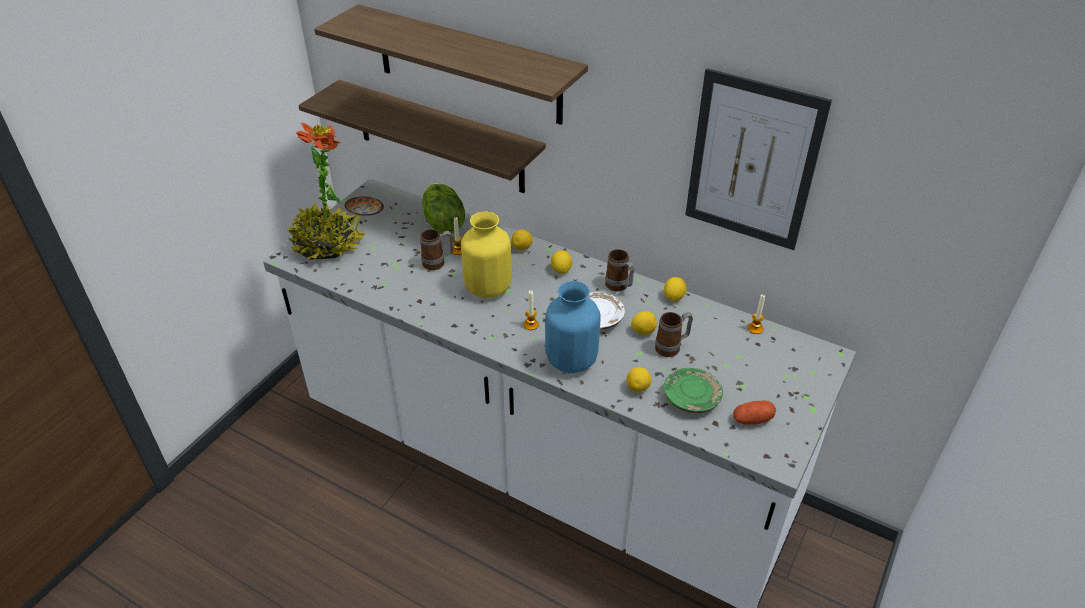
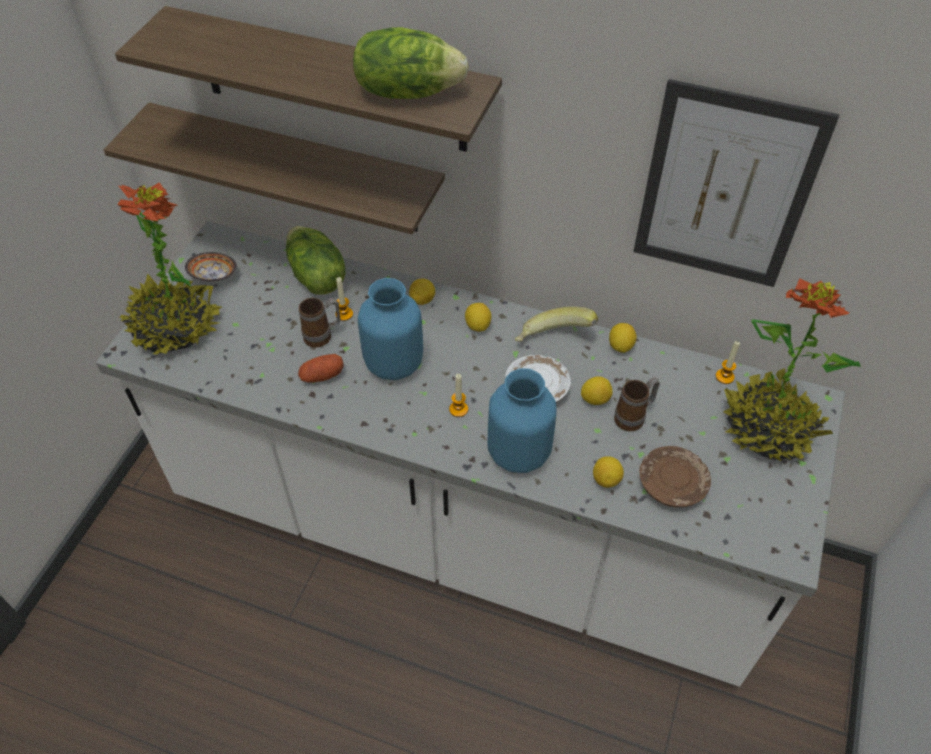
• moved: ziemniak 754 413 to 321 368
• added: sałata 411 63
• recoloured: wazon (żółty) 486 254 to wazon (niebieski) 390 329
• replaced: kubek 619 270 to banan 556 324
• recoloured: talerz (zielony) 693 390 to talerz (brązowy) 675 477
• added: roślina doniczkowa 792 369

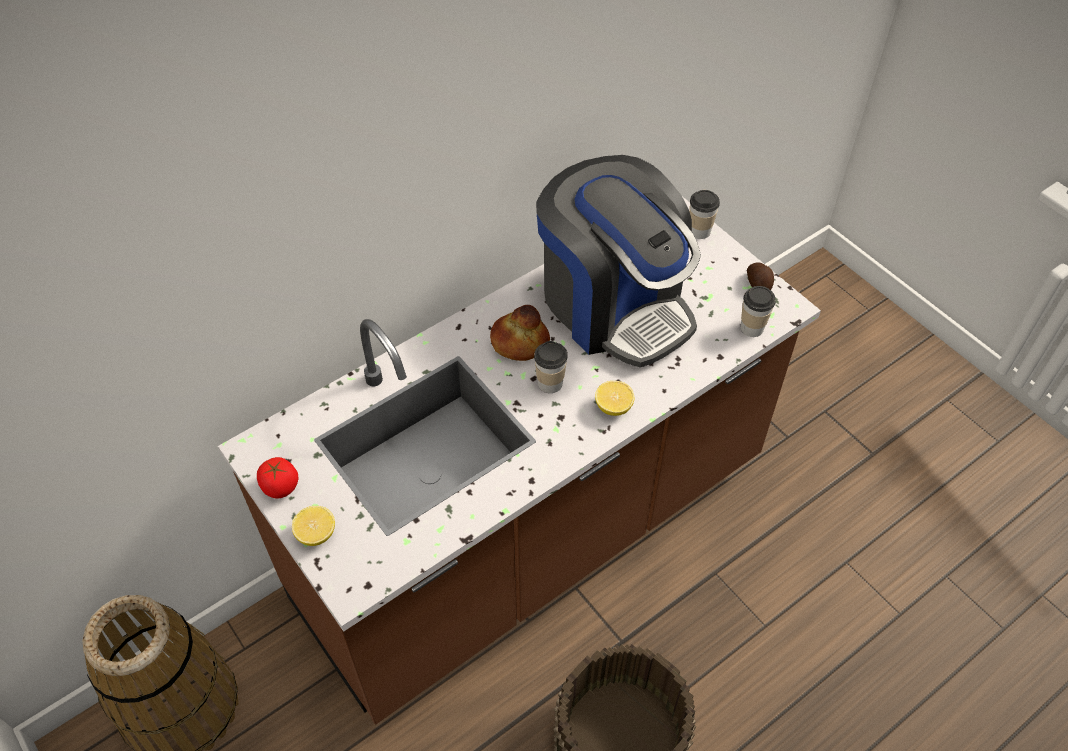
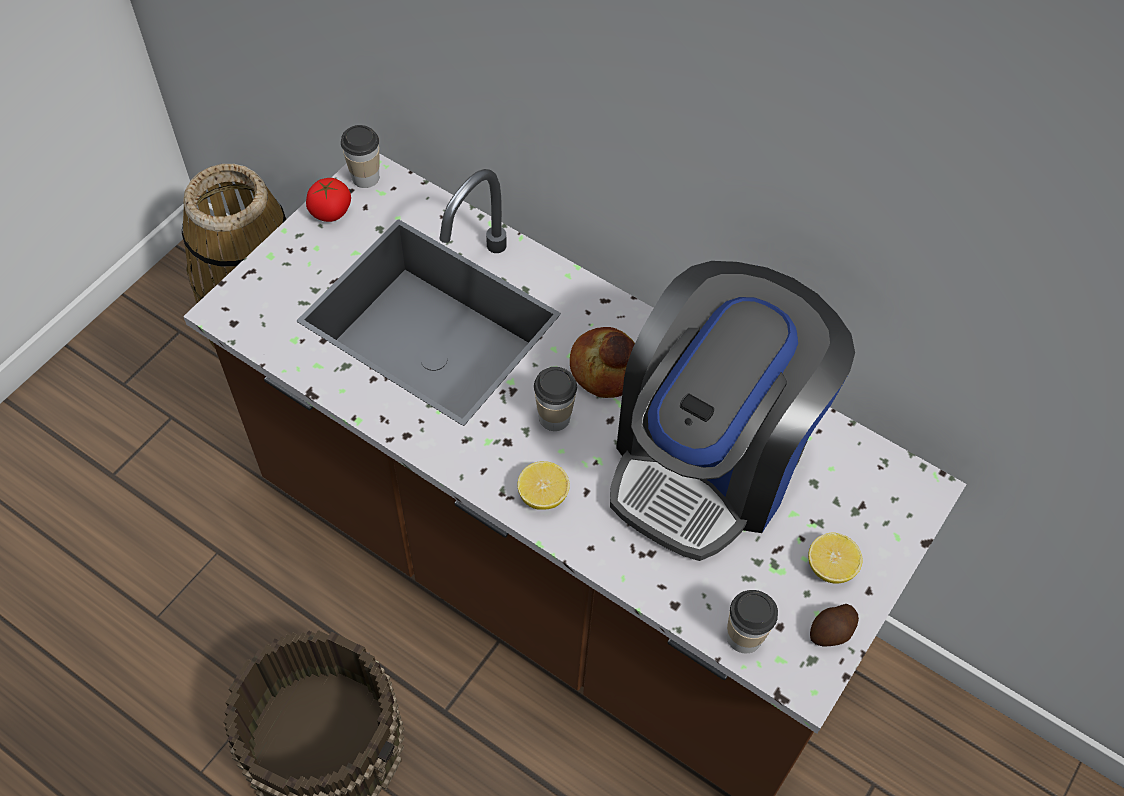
• moved: filiżanka 704 214 to 360 156
• moved: cytryna 313 526 to 835 558

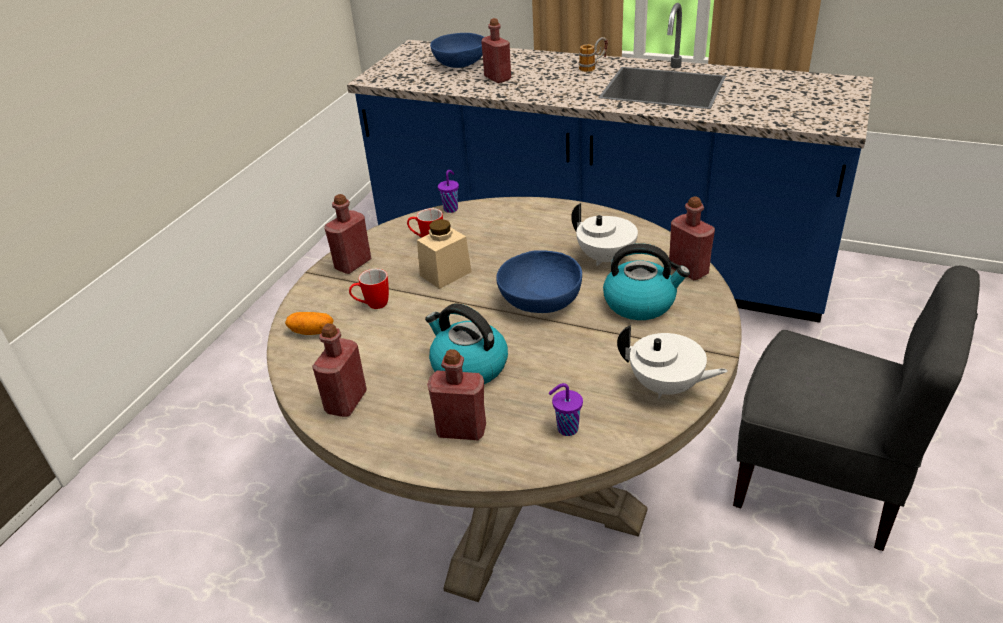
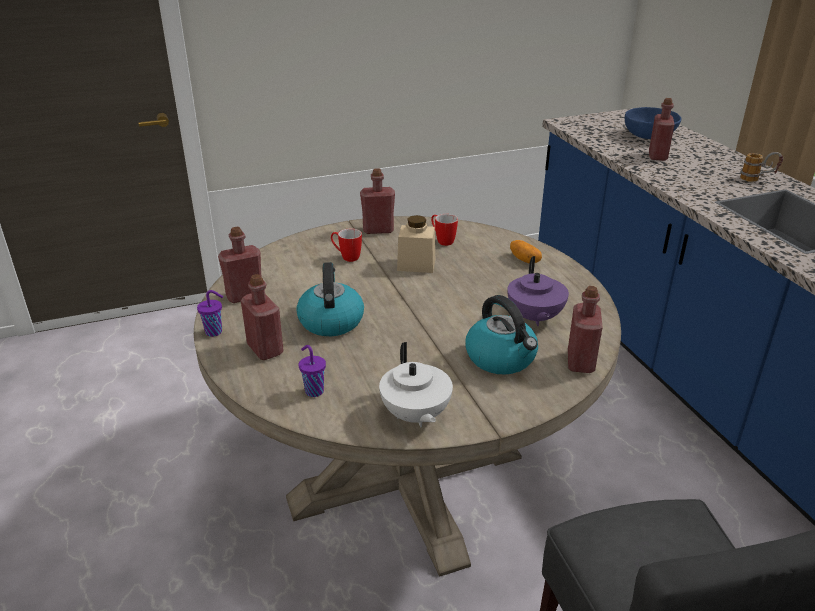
• moved: filiżanka (fioletowy) 448 191 to 210 313
• recoloured: imbryk (biały) 604 234 to imbryk (fioletowy) 538 291
• moved: ziemniak 309 323 to 526 252
• removed: miska (niebieski) 539 281

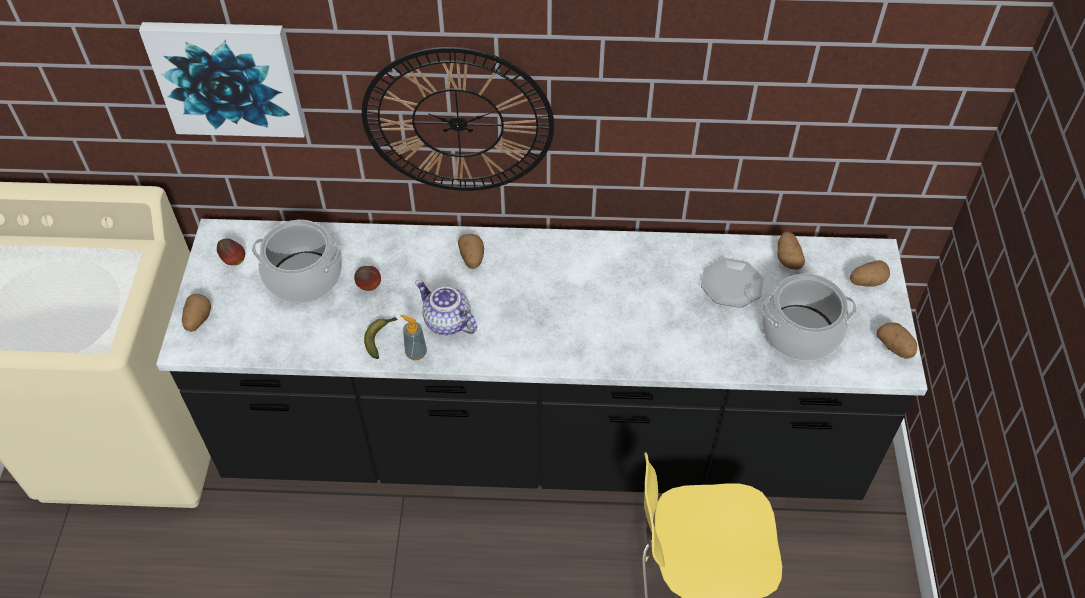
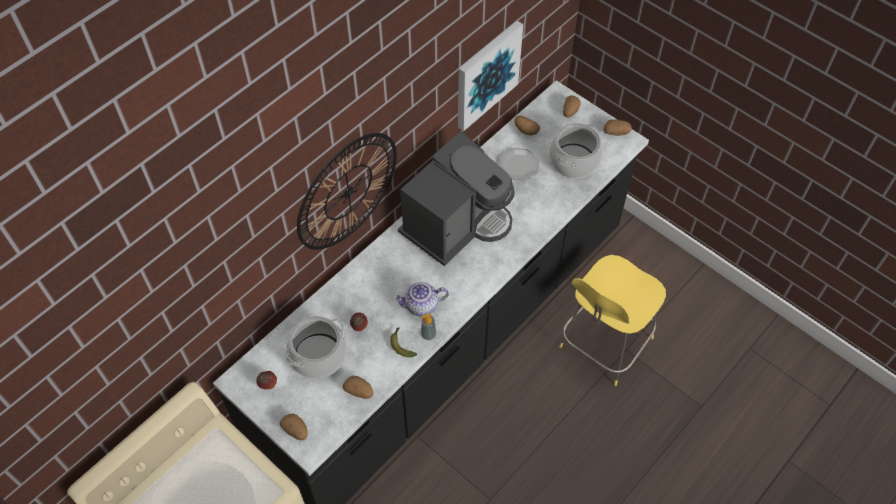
• moved: ziemniak 471 251 to 358 387
• added: ekspres do kawy 456 198
• moved: obraz 222 80 to 490 76

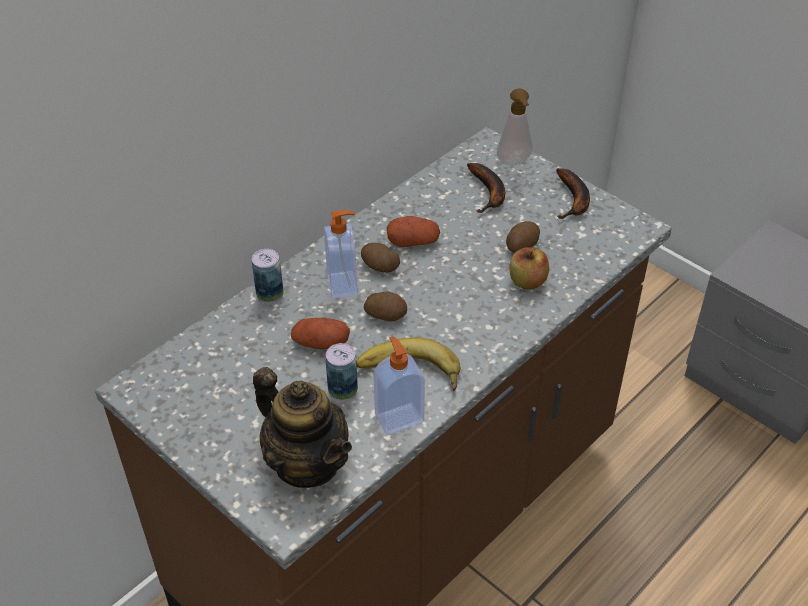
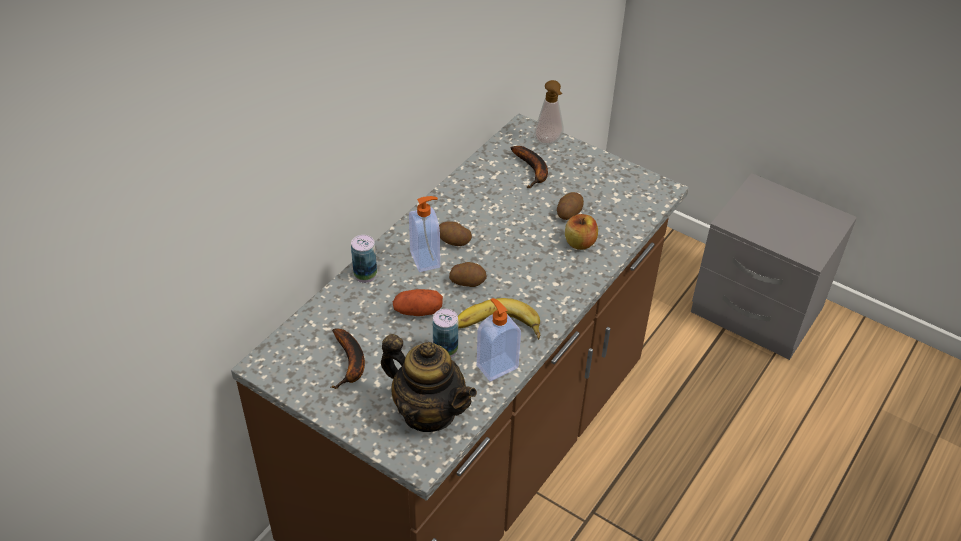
• moved: banan 573 193 to 348 359
• removed: ziemniak 413 231

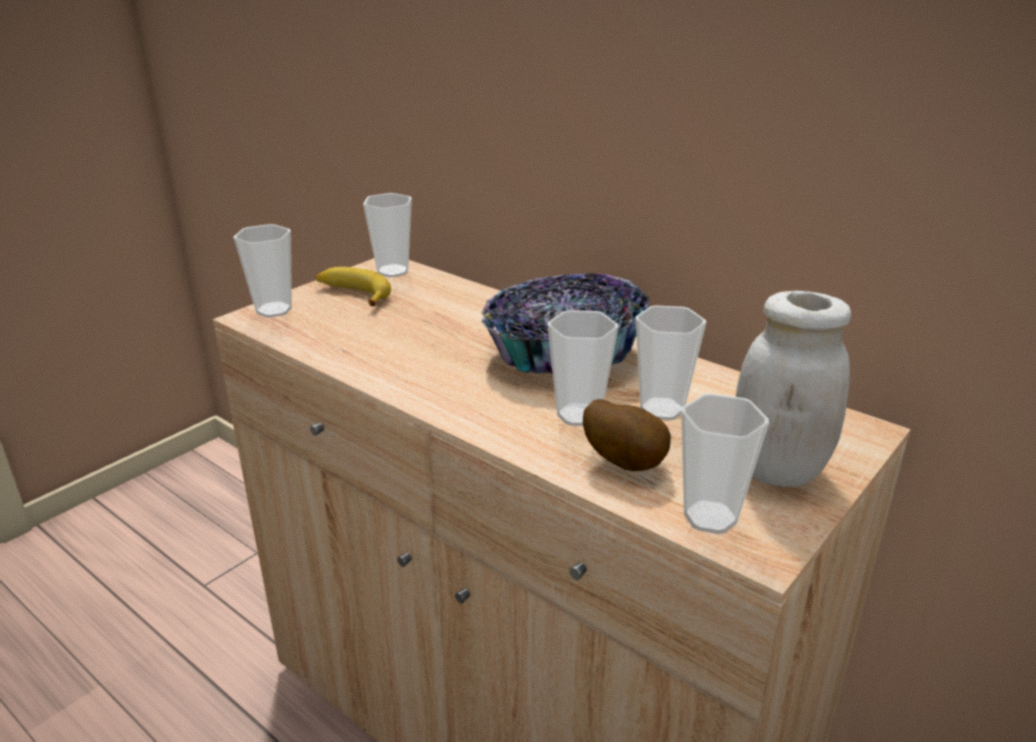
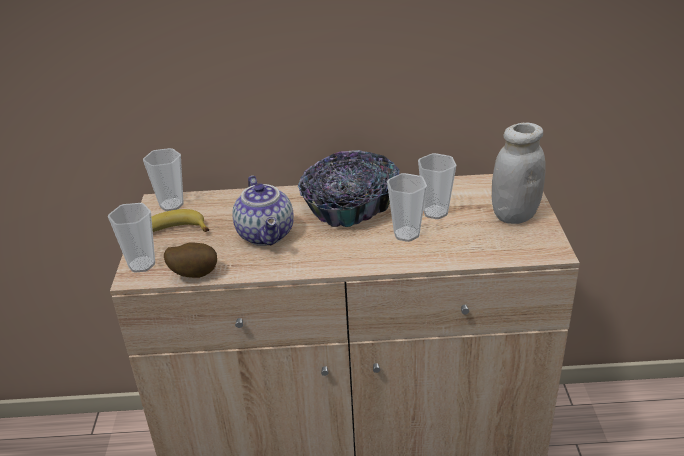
• moved: ziemniak 627 435 to 190 260
• added: imbryk 263 210
• removed: filiżanka 725 463

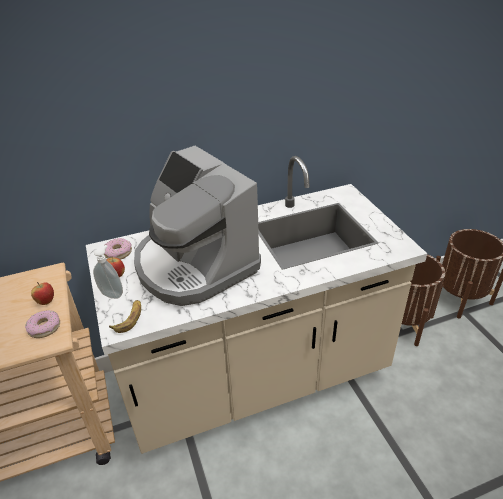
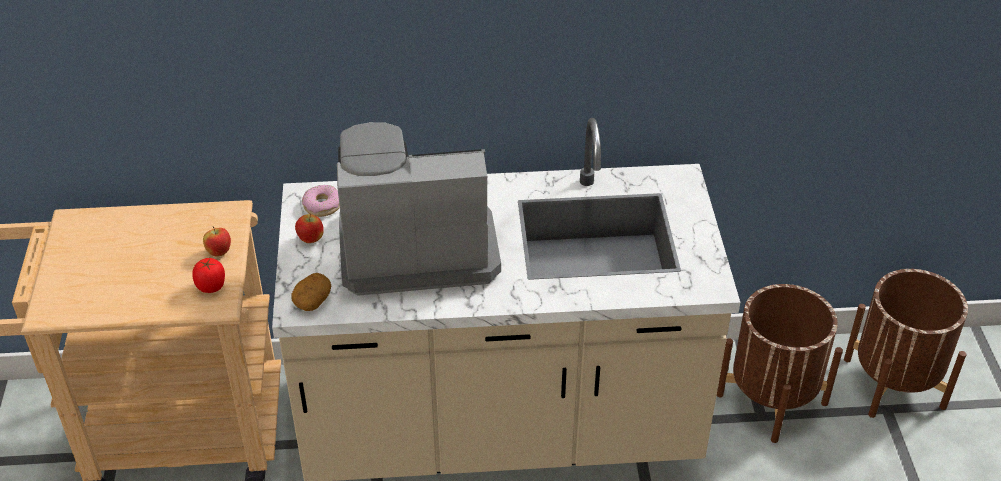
• replaced: donut 42 324 to pomidor 208 275
• replaced: banan 125 316 to ziemniak 311 292
• turned: ekspres do kawy 197 226 = 419 209 105 degrees clockwise
• removed: dozownik mydła 108 272

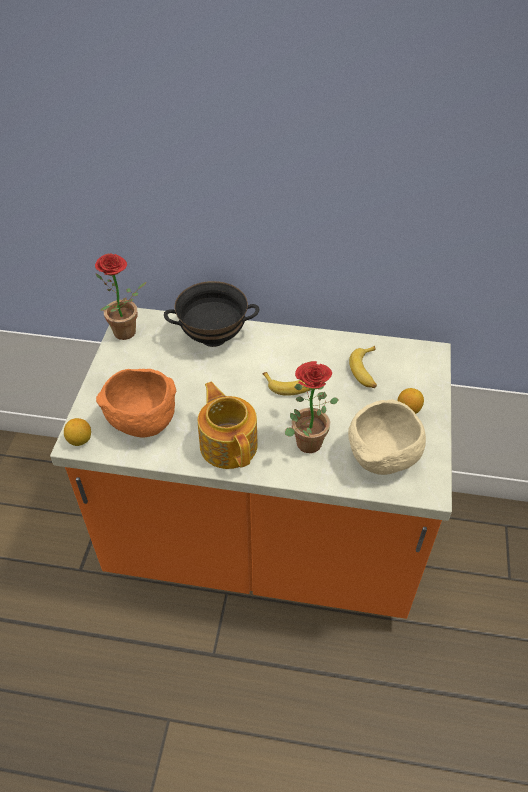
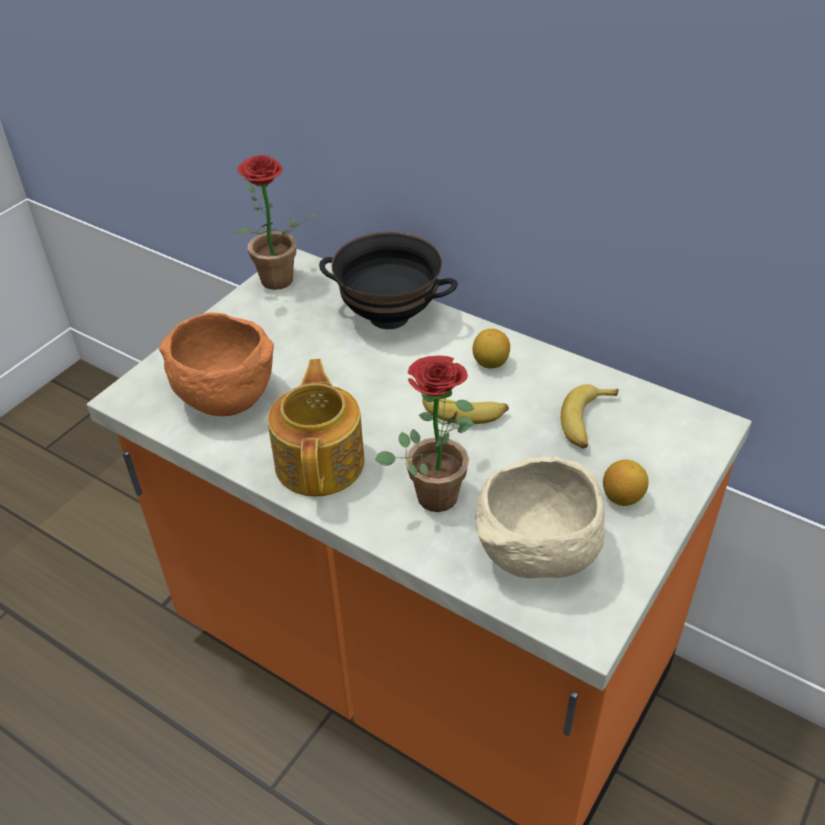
• moved: cytryna 77 432 to 491 349

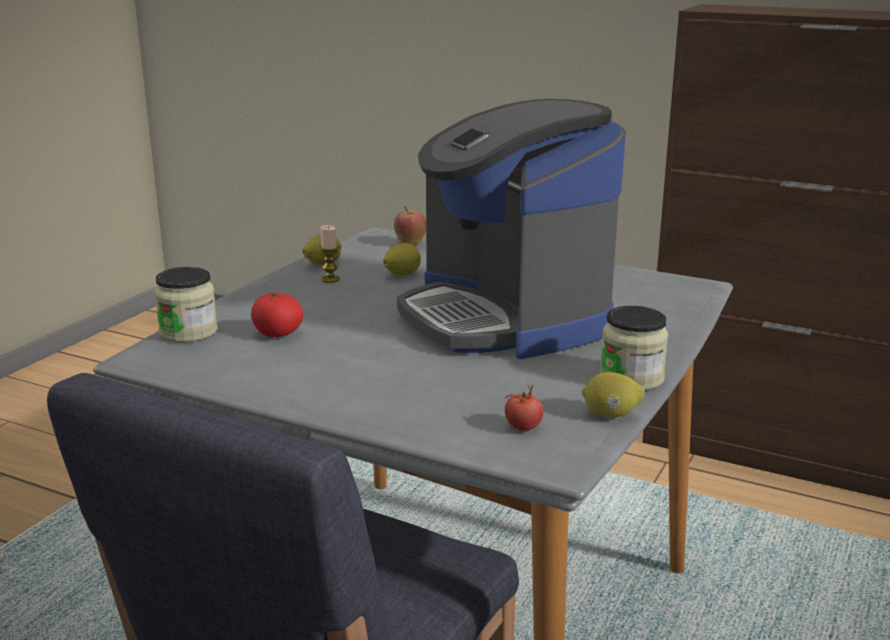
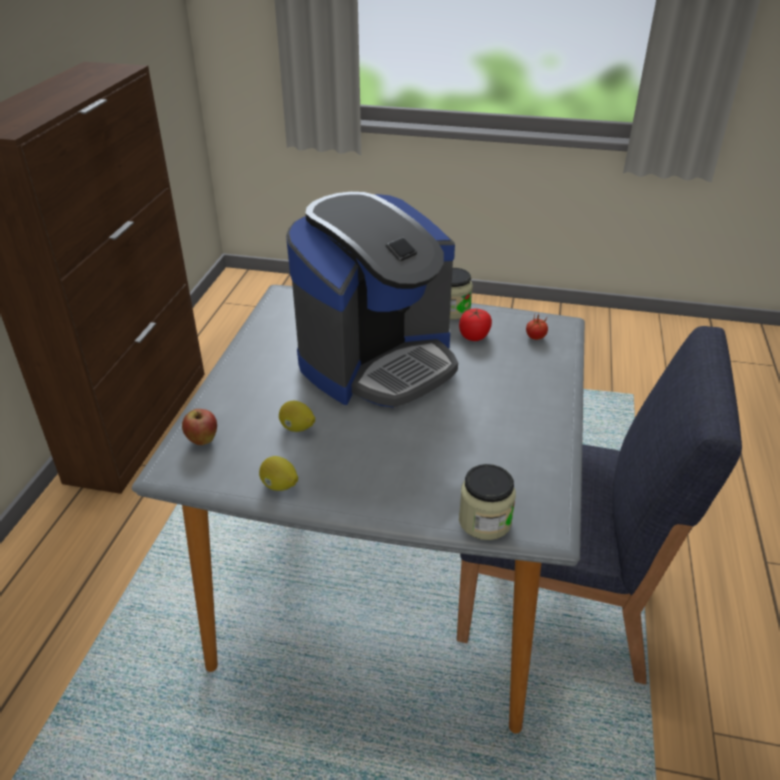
• moved: pomidor 277 314 to 475 324
• removed: świeca 329 254
• removed: cytryna 613 395

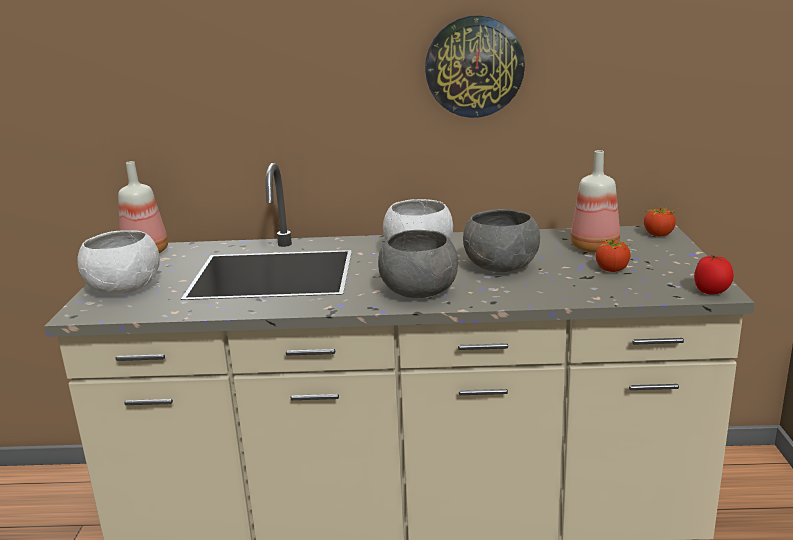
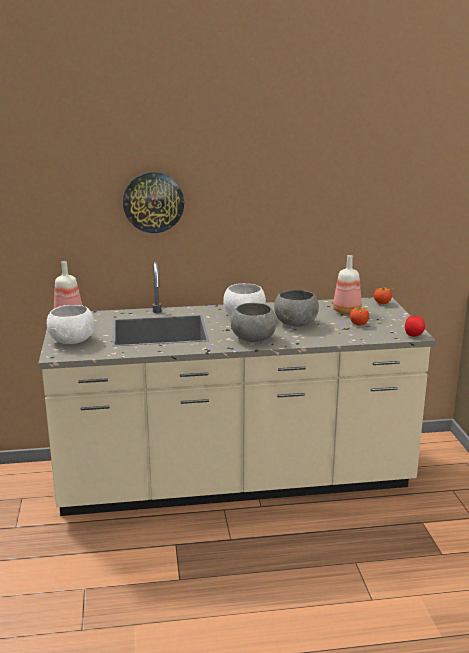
• moved: zegar ścienny 475 66 to 153 202

